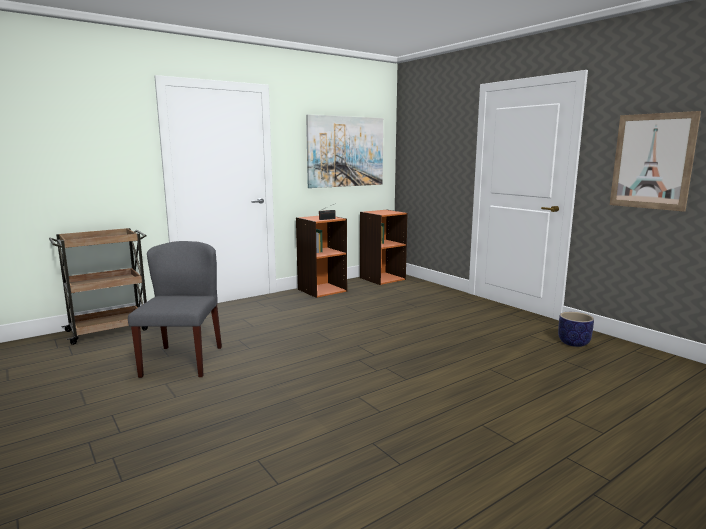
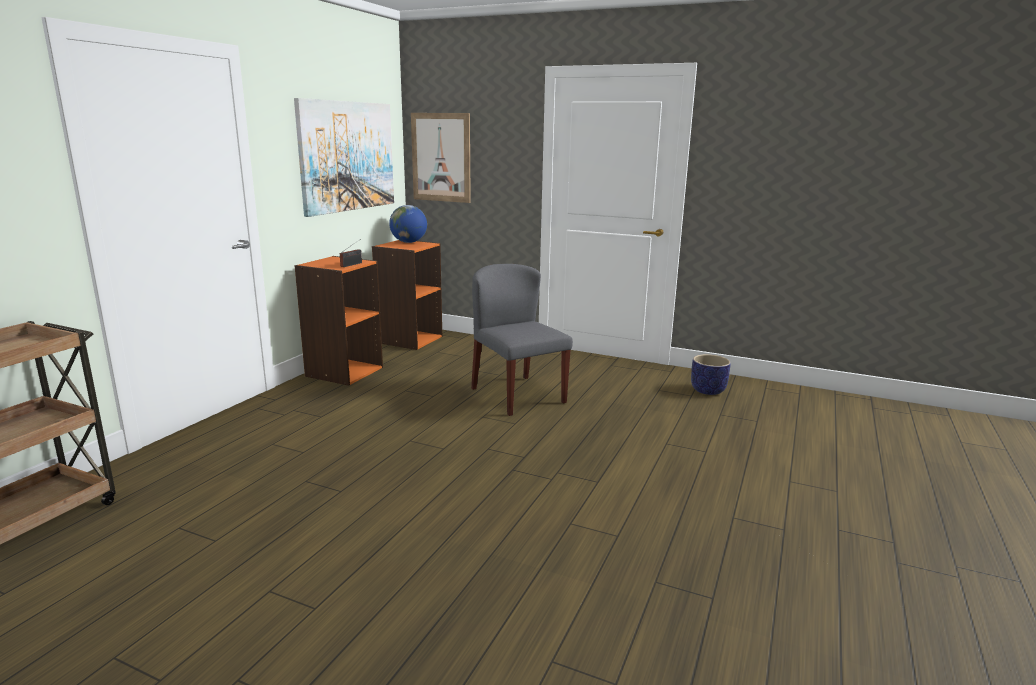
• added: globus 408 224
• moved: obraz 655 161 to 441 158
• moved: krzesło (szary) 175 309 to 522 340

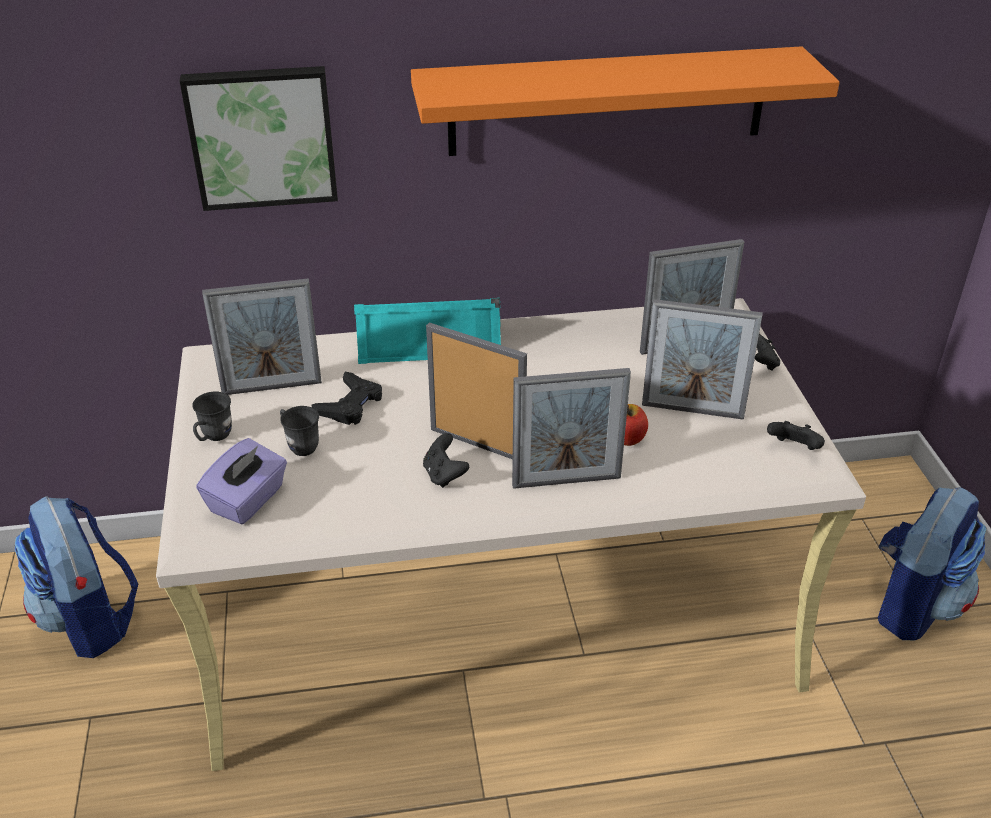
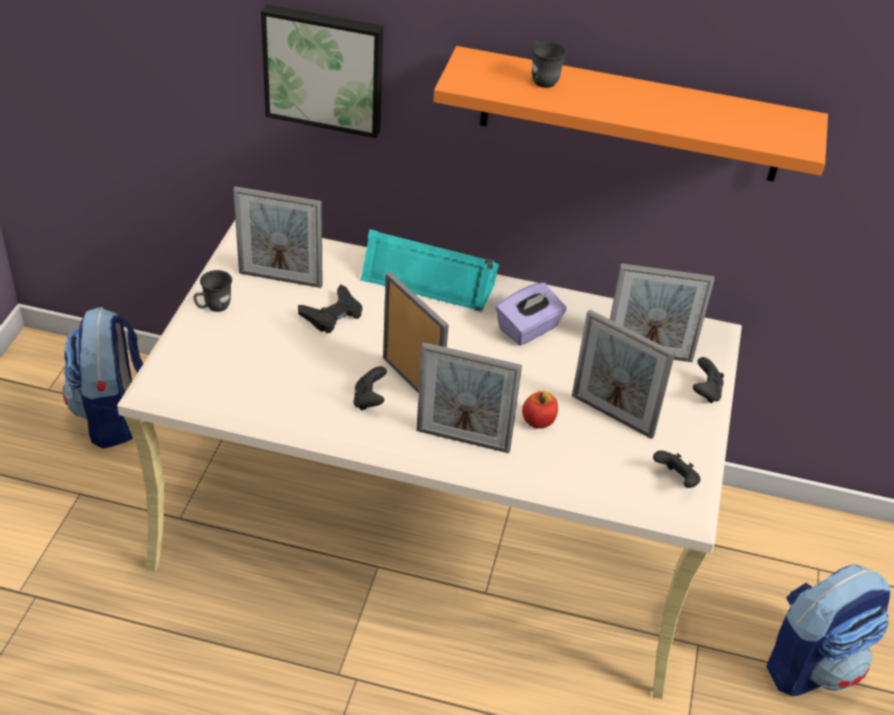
• moved: pudełko chusteczek (fioletowy) 241 481 to 531 313
• moved: kubek (szary) 299 431 to 549 64

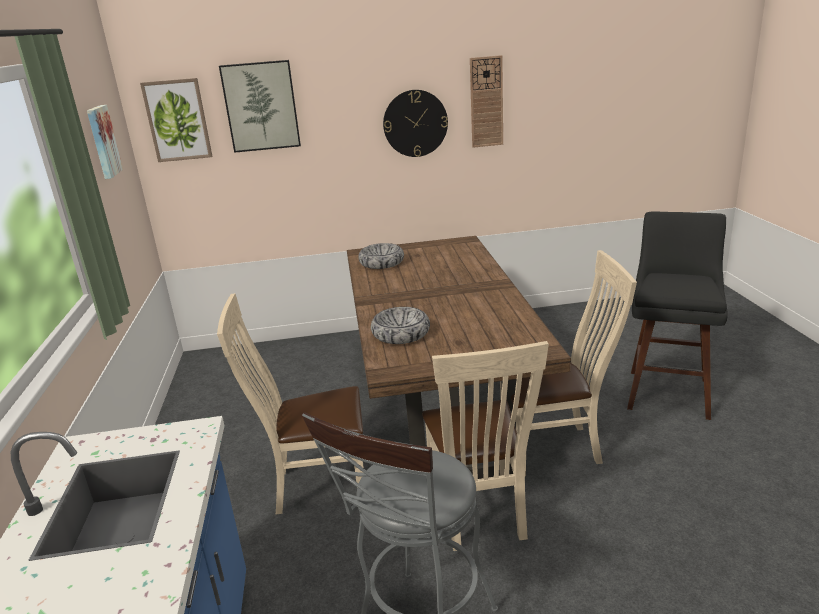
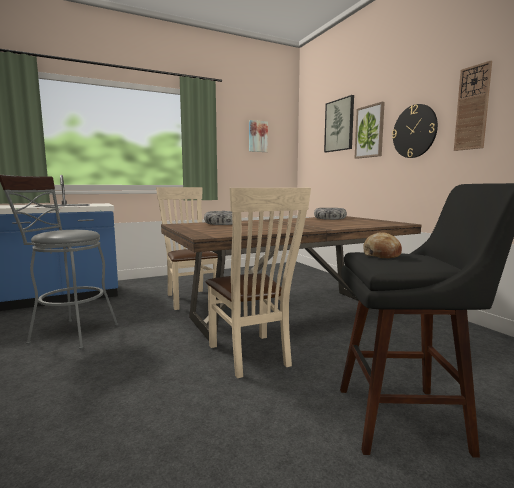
• moved: obraz 176 120 to 370 130
• added: chleb 382 245
• removed: krzesło (beżowy) 485 446

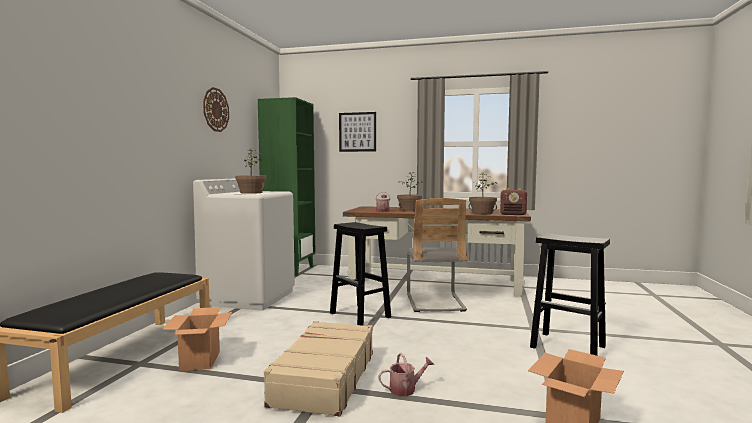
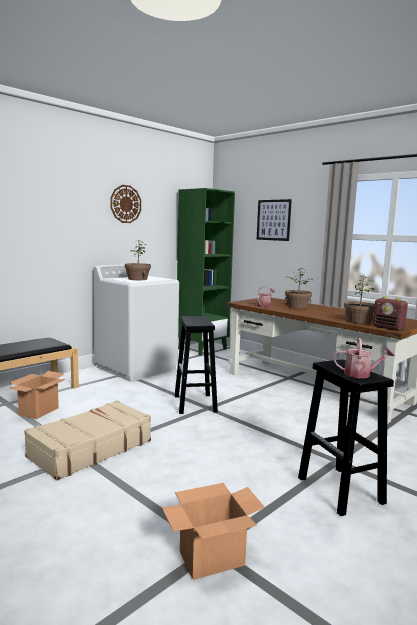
• moved: konewka 406 374 to 364 358
• removed: krzesło (szary) 437 255

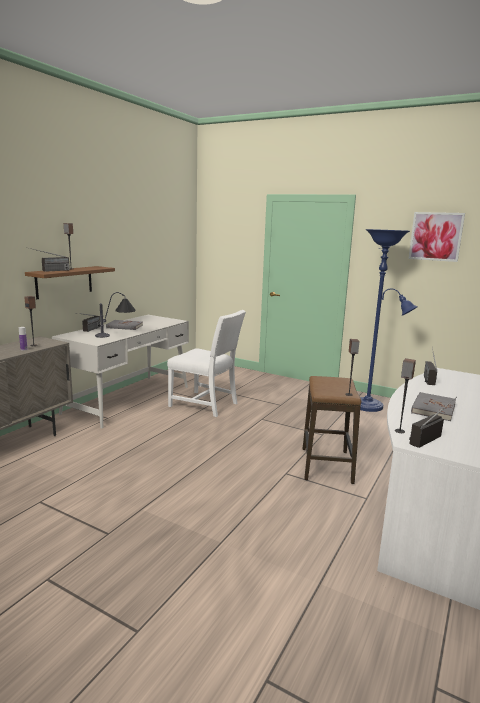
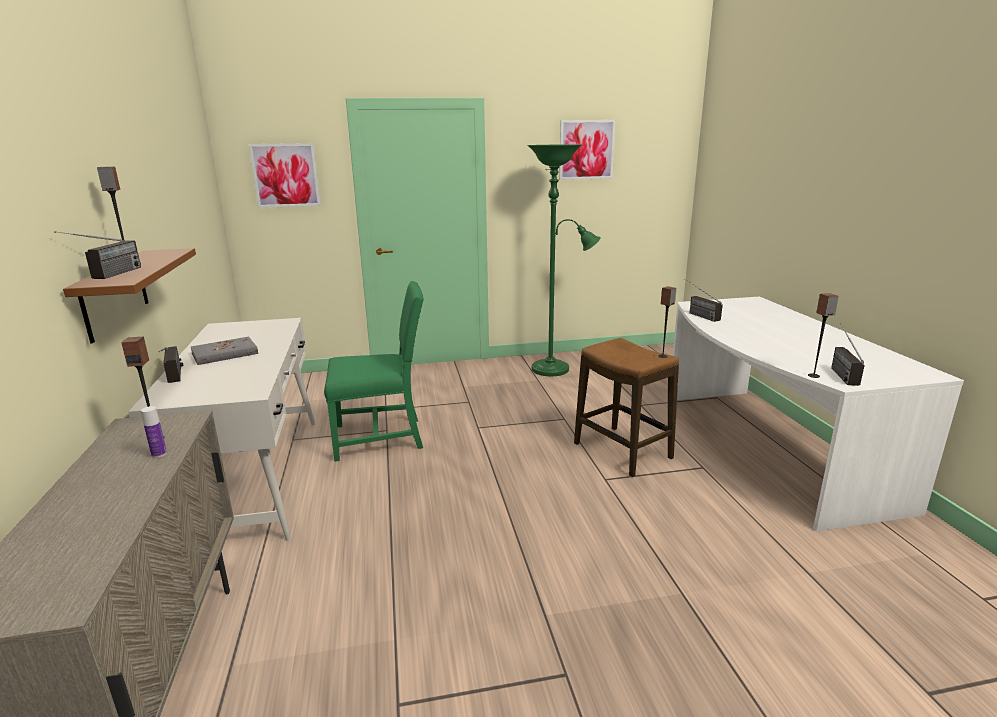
• added: obraz 285 175
• recoloured: krzesło (biały) 206 363 to krzesło (zielony) 374 371
• recoloured: lampa stojąca (niebieski) 389 320 to lampa stojąca (zielony) 564 260
• removed: lampa stołowa 115 315
• removed: książka (szary) 433 406

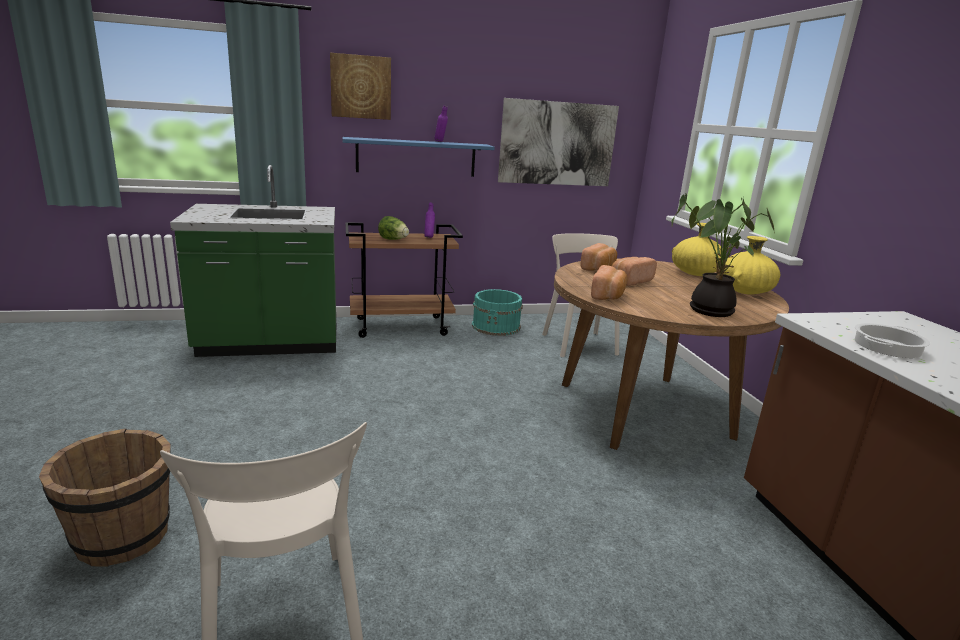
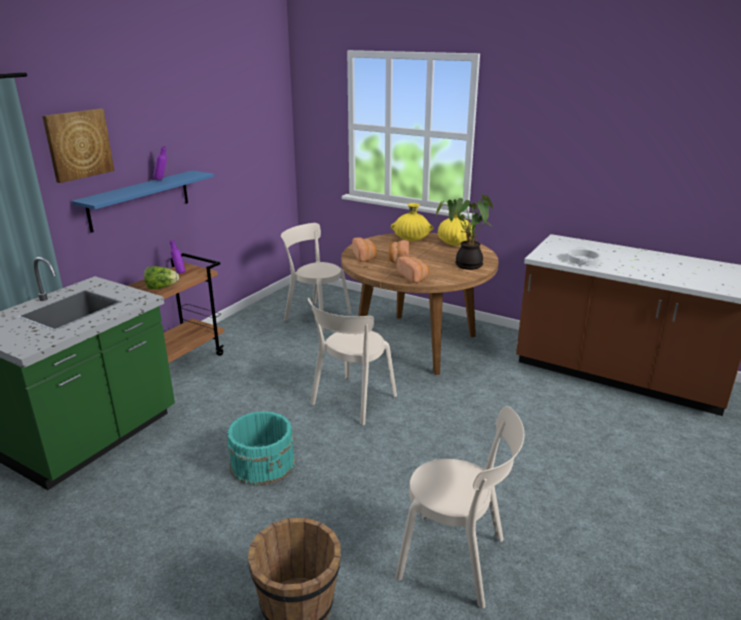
• moved: wiadro (turkusowy) 497 312 to 261 448
• added: krzesło (beżowy) 352 361
• removed: obraz 558 142

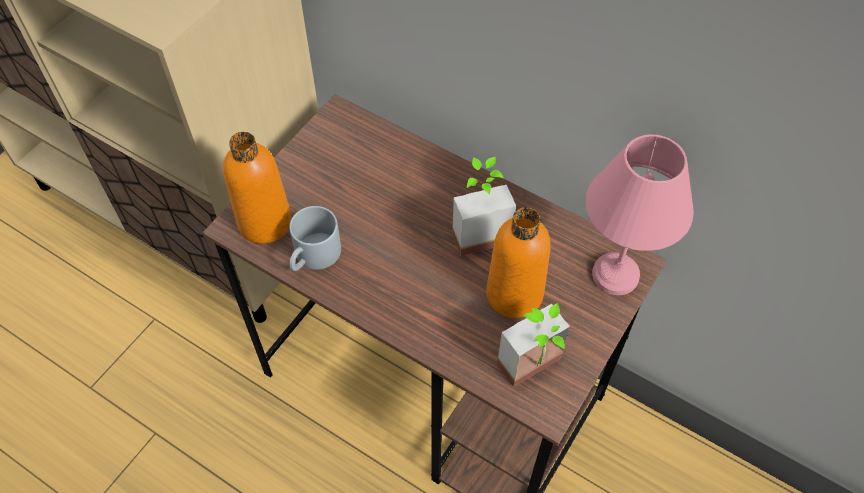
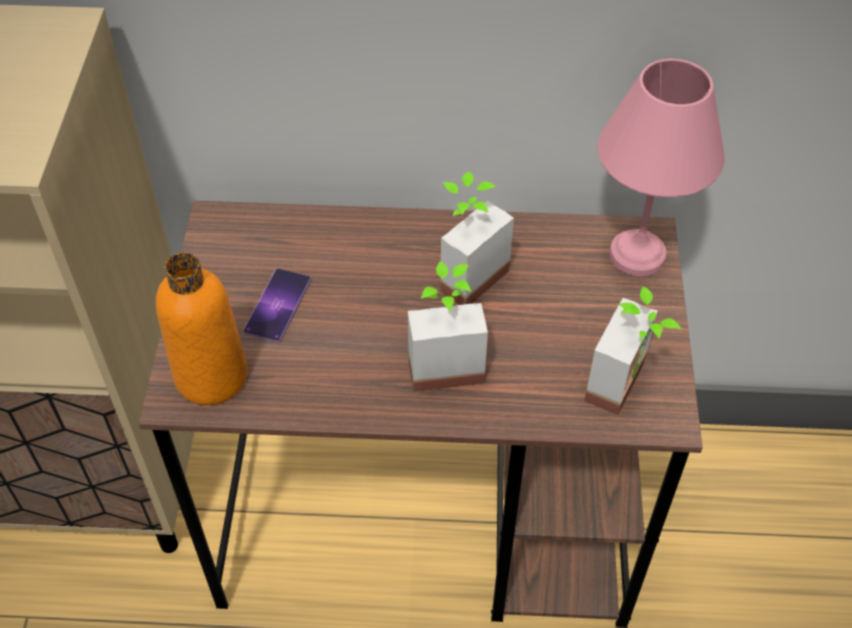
• added: telefon 277 305
• added: roślina doniczkowa 448 326
• removed: kubek (szary) 315 238
• removed: butelka (pomarańczowy) 518 262

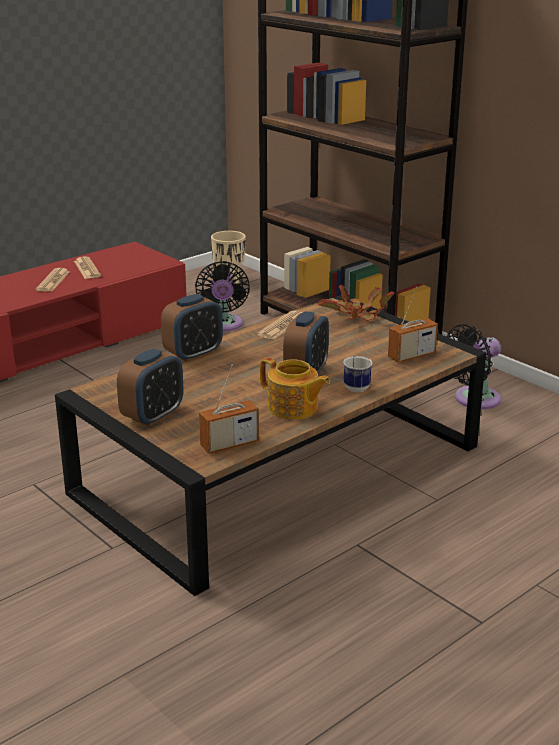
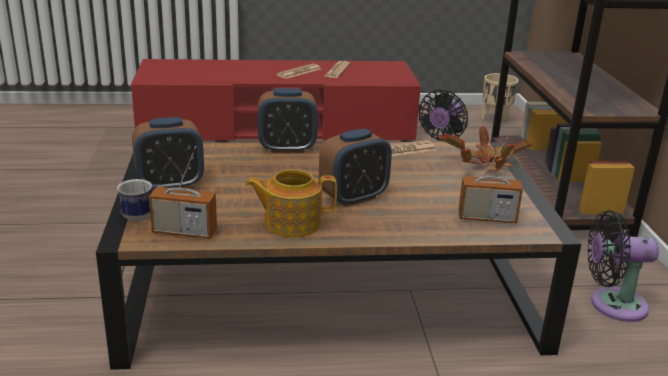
• moved: kubek 357 374 to 138 200
• turned: imbryk 295 388 = 291 203 105 degrees clockwise

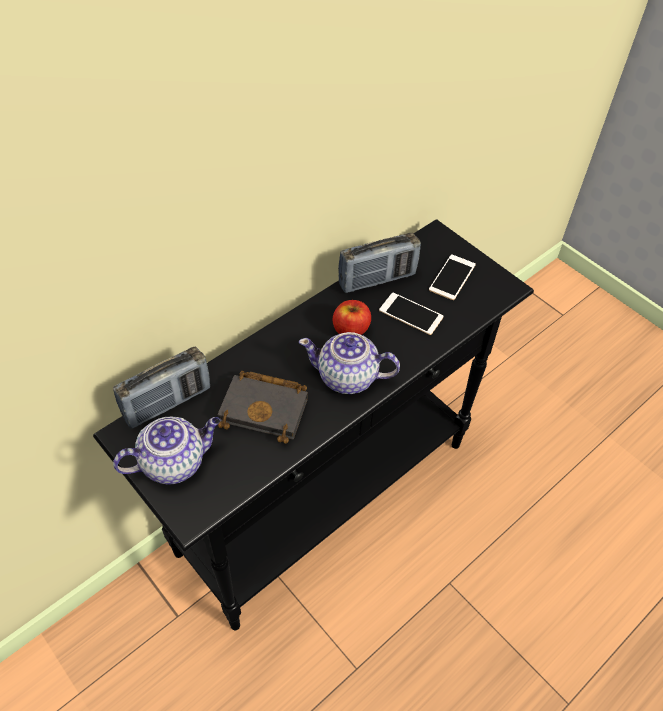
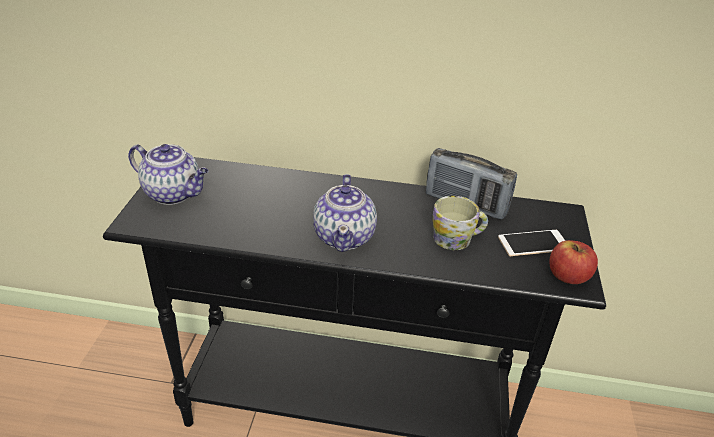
• turned: imbryk 349 363 = 345 213 150 degrees counterclockwise
• replaced: telefon 411 314 to kubek 460 223
• moved: jabłko 352 317 to 573 262
• removed: radio 161 388
• removed: książka (czarny) 262 407

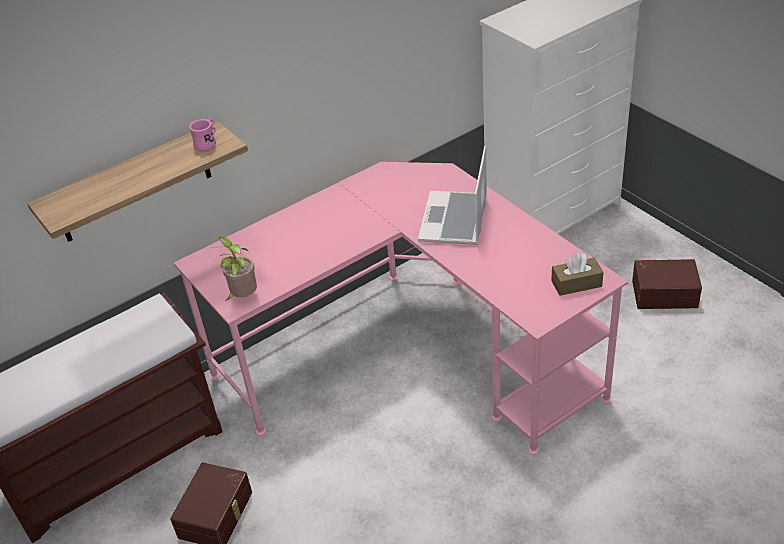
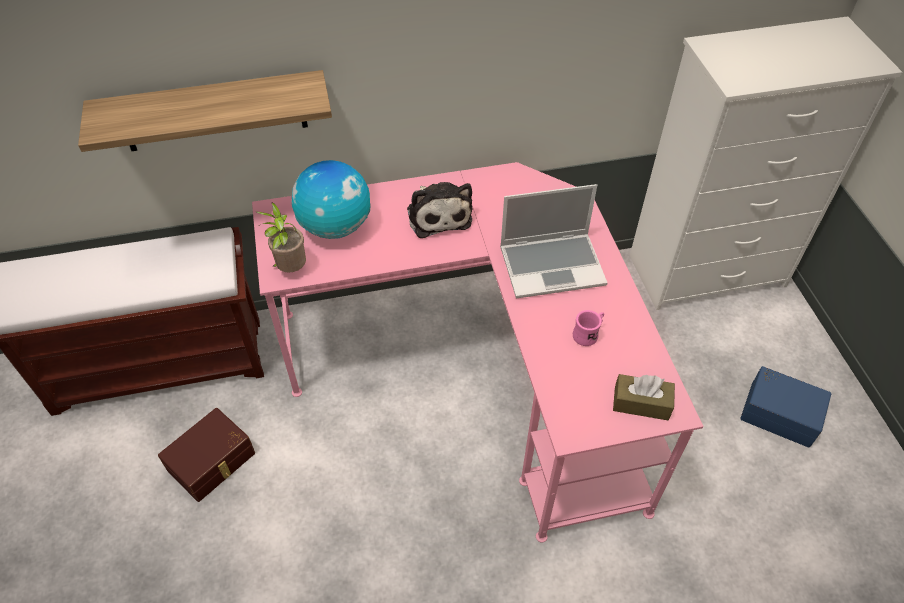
• added: globus 331 199
• added: pluszak 439 210
• turned: laptop 452 195 = 553 241 135 degrees counterclockwise
• moved: kubek (różowy) 202 135 to 588 328
• recoloured: pojemnik do przechowywania (brązowy) 667 284 to pojemnik do przechowywania (niebieski) 785 407

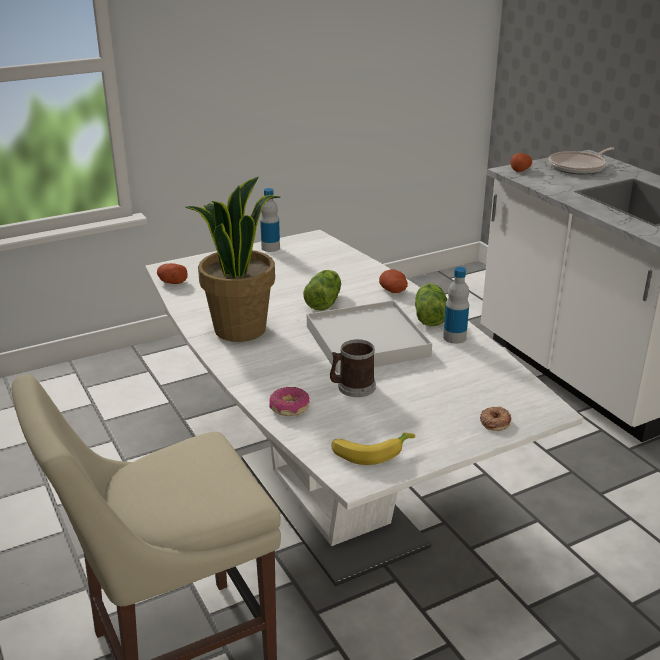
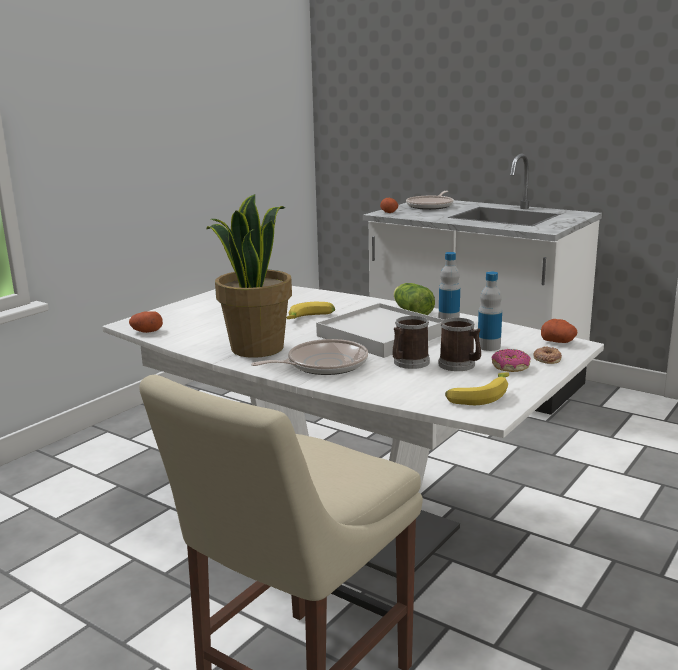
• added: patelnia 309 357
• replaced: sałata 322 290 to banan 311 310
• added: kubek 459 344
• moved: butelka 270 220 to 490 311
• moved: donut 289 401 to 511 360
• moved: ziemniak 393 281 to 559 331

